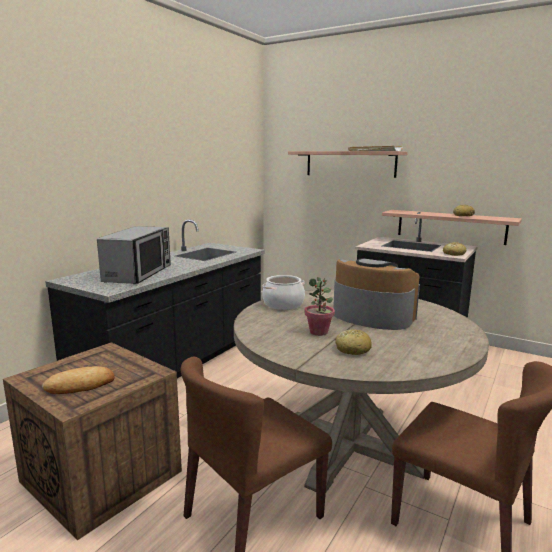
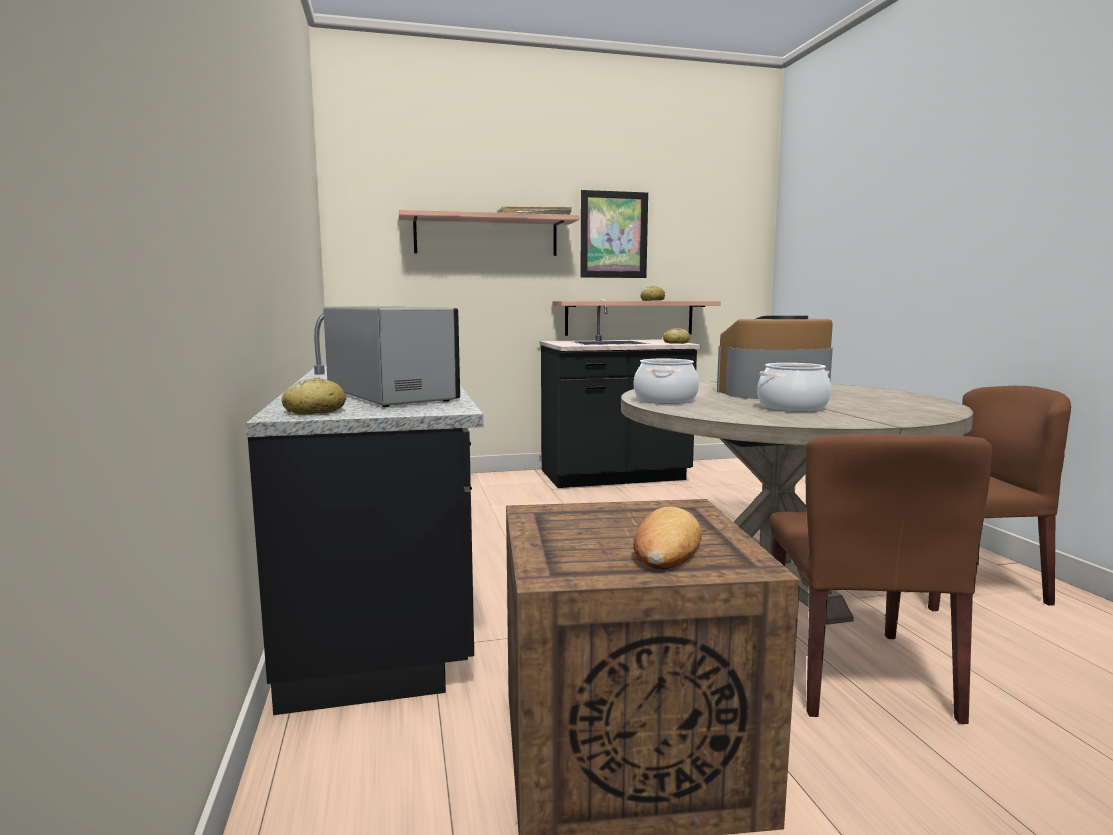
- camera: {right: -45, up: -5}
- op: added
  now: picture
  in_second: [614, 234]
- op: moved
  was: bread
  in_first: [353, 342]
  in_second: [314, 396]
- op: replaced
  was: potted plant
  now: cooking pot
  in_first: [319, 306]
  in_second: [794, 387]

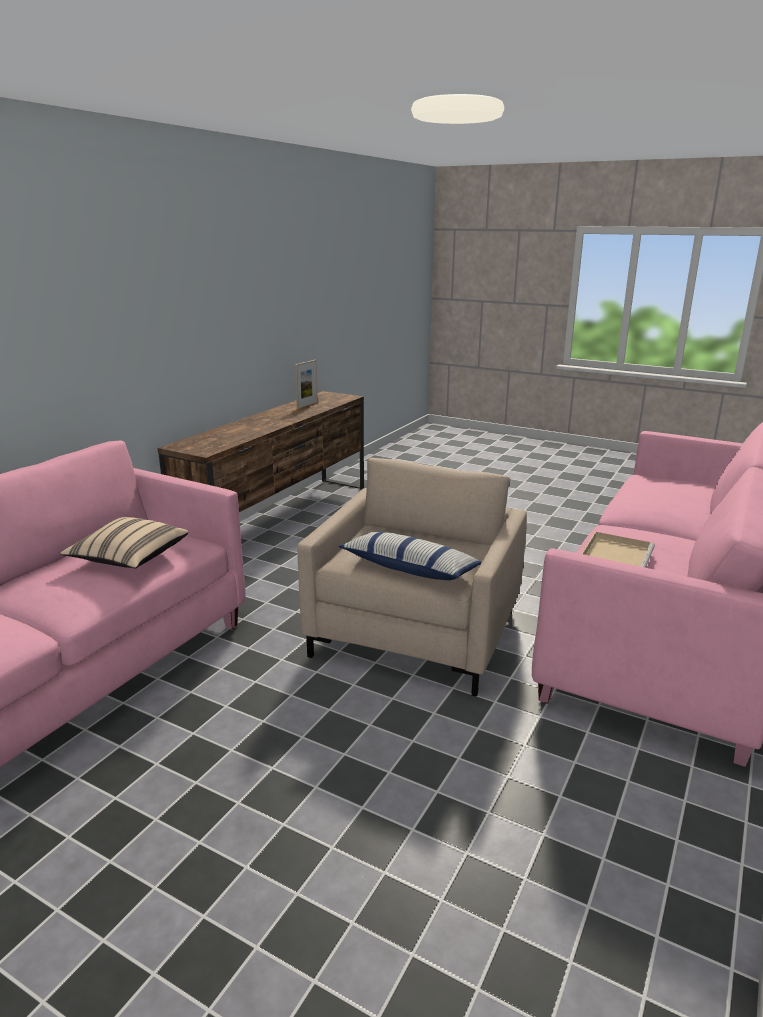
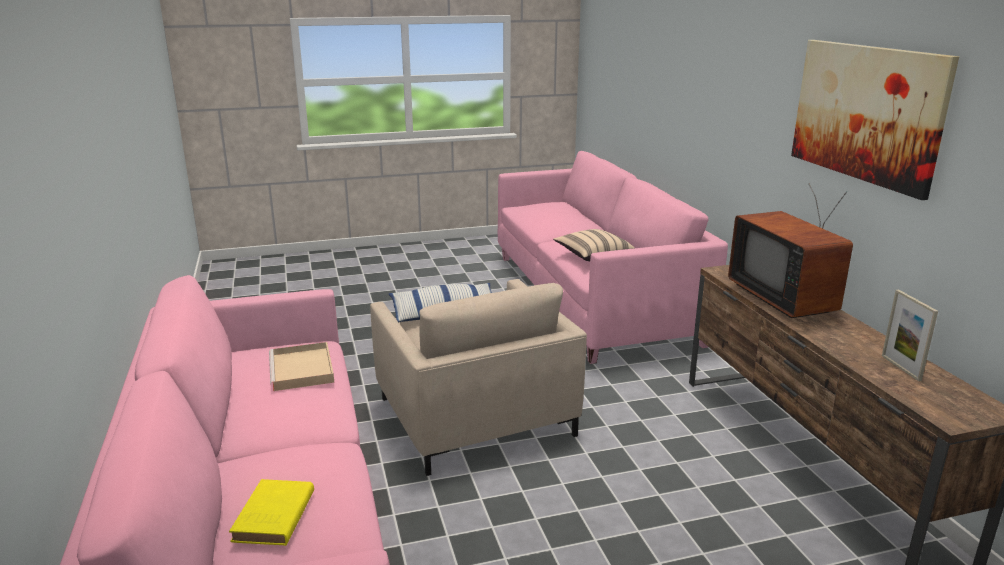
- camera: {right: 135, up: 0}
- op: added
  now: yellow book
  in_second: [271, 512]
- op: added
  now: television
  in_second: [790, 251]
- op: added
  now: picture
  in_second: [875, 120]

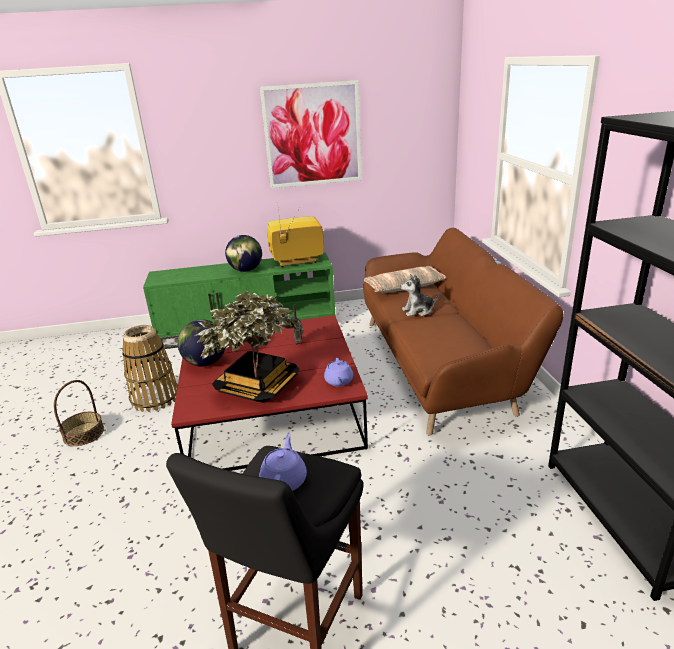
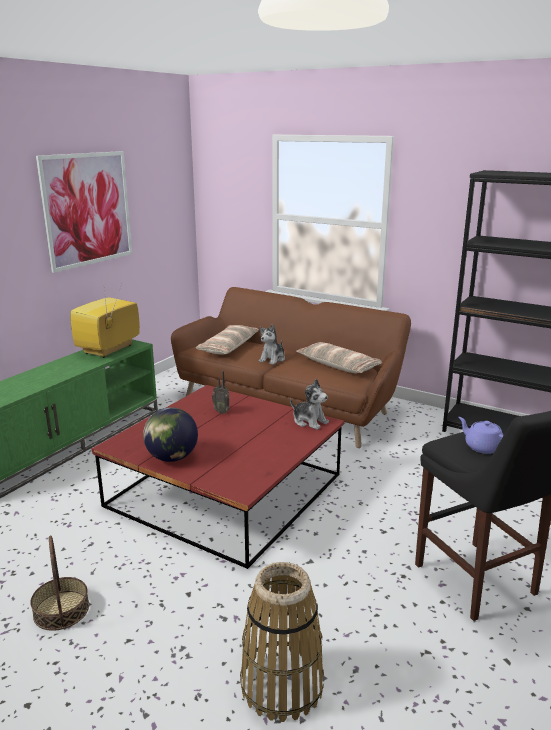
- camera: {right: -50, up: -5}
- op: removed
  was: potted plant
  in_first: [247, 347]
- op: removed
  was: globe
  in_first: [243, 253]
- op: added
  now: pillow
  in_second: [339, 357]
- op: moved
  was: basket
  in_first: [150, 368]
  in_second: [282, 642]
- op: replaced
  was: purple teapot
  now: plush toy
  in_first: [338, 372]
  in_second: [309, 404]

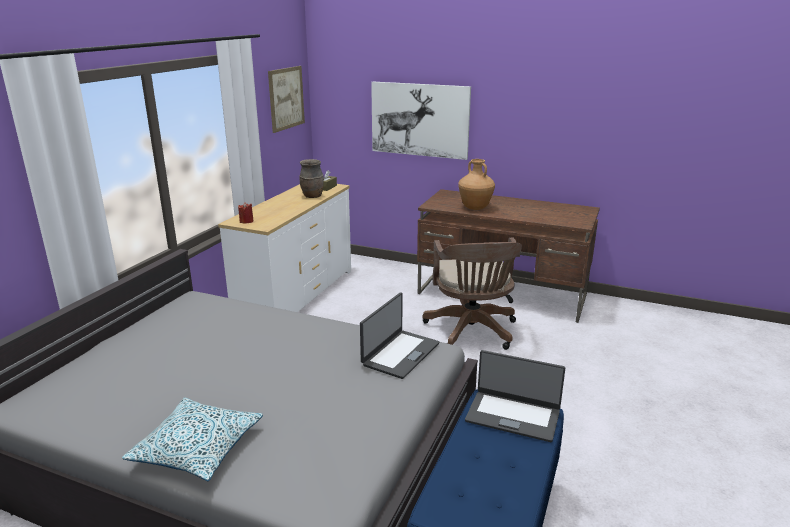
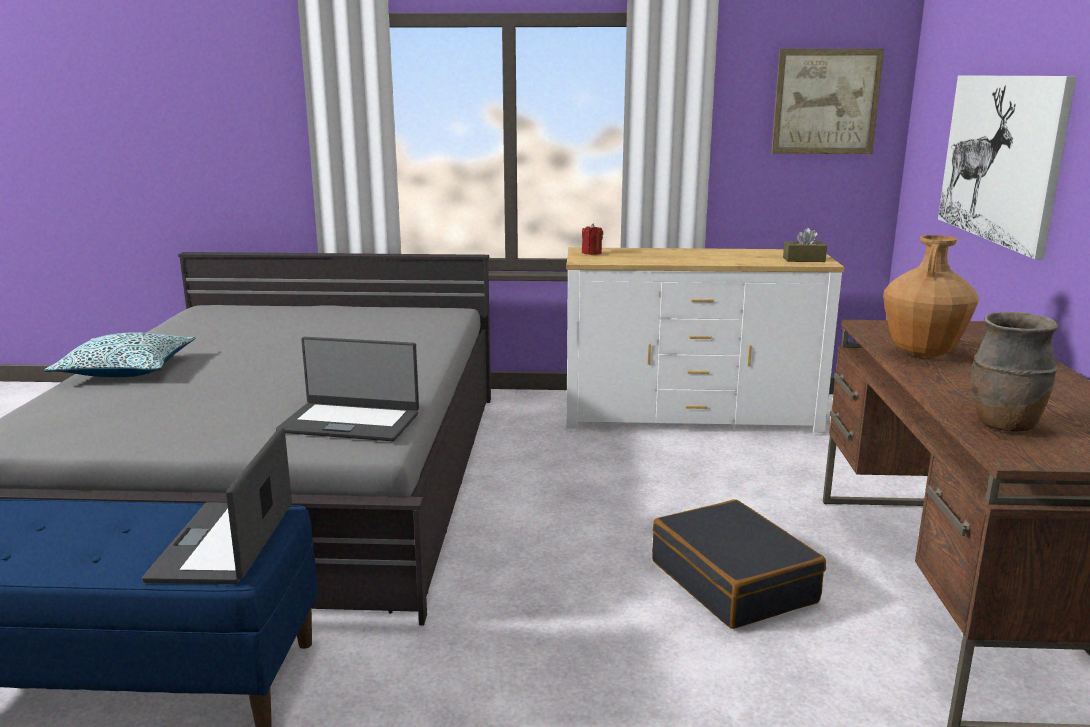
- camera: {right: 70, up: -5}
- op: moved
  was: brown vase
  in_first: [312, 178]
  in_second: [1014, 372]
- op: replaced
  was: brown office chair
  now: black suitcase
  in_first: [472, 294]
  in_second: [739, 564]

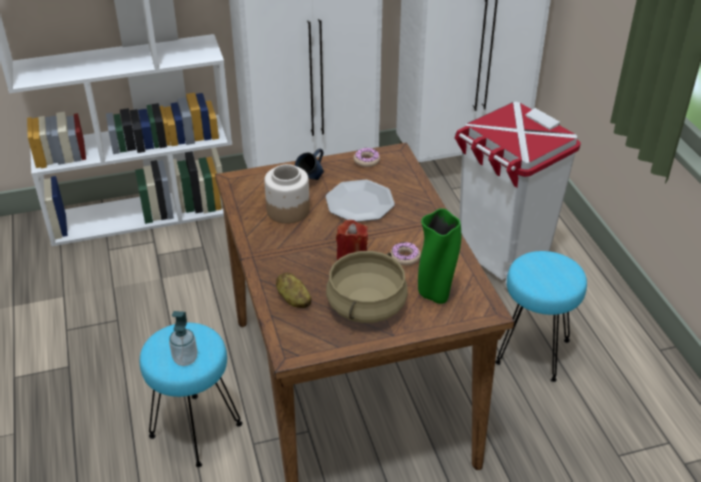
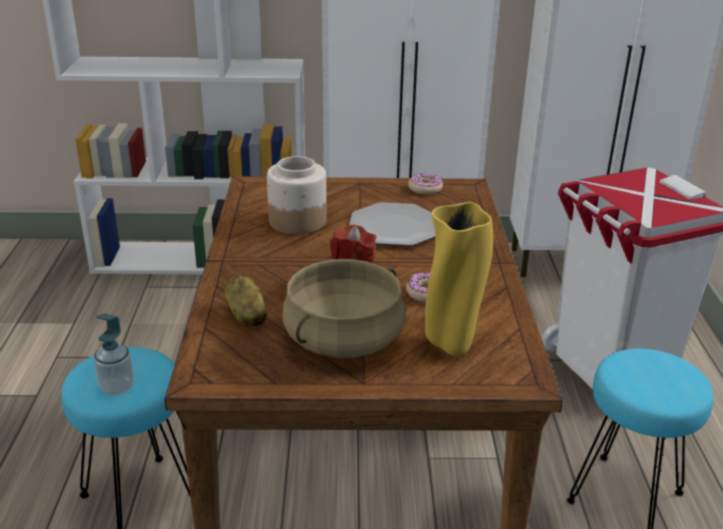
- camera: {right: 15, up: -10}
- op: removed
  was: blue mug
  in_first: [309, 164]
- op: recoloured
  was: green vase
  now: yellow vase
  in_first: [439, 256]
  in_second: [459, 279]

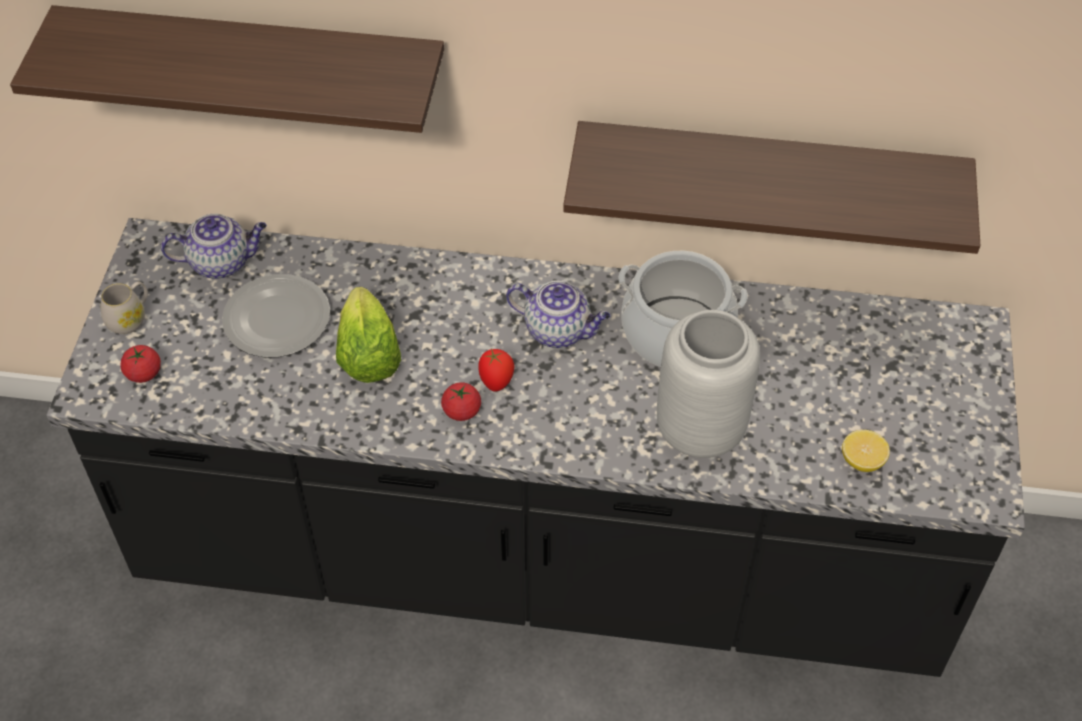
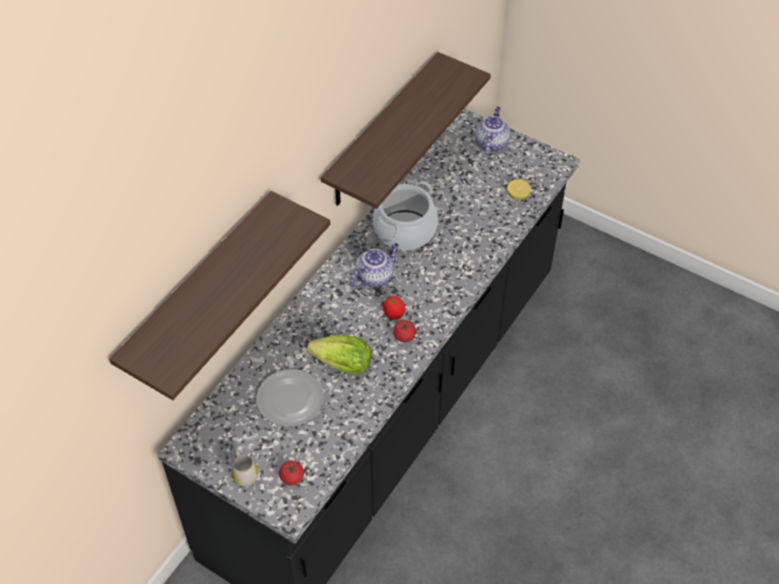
- camera: {right: -65, up: 0}
- op: removed
  was: grey vase
  in_first: [708, 384]
- op: moved
  was: teapot
  in_first: [214, 246]
  in_second: [492, 130]

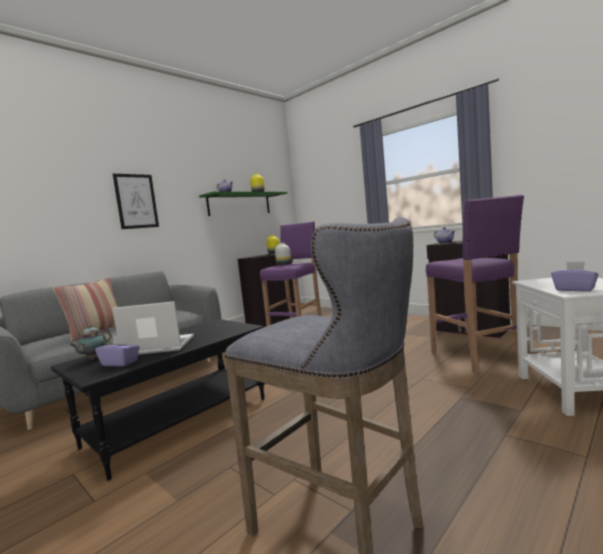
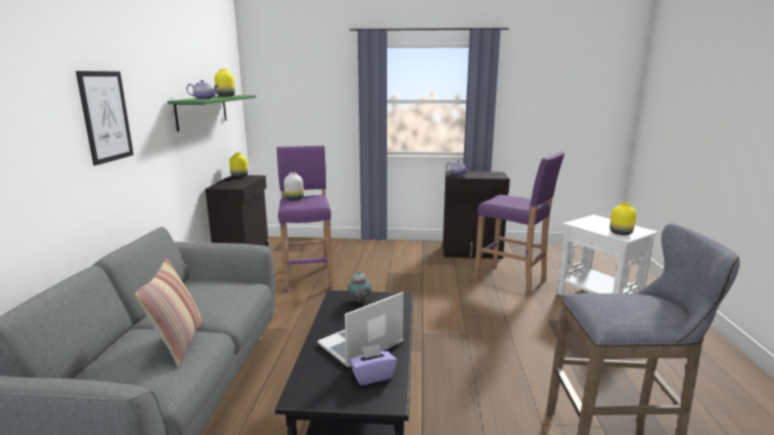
- camera: {right: -40, up: 10}
- op: moved
  was: teapot
  in_first: [90, 342]
  in_second: [359, 287]
- op: replaced
  was: purple tissue box
  now: yellow vase
  in_first: [575, 276]
  in_second: [623, 219]

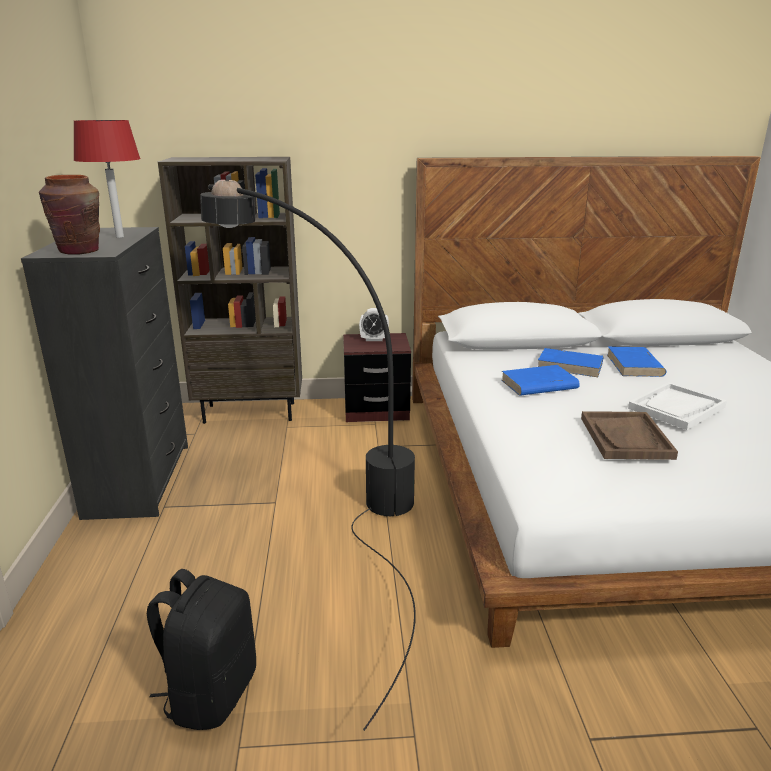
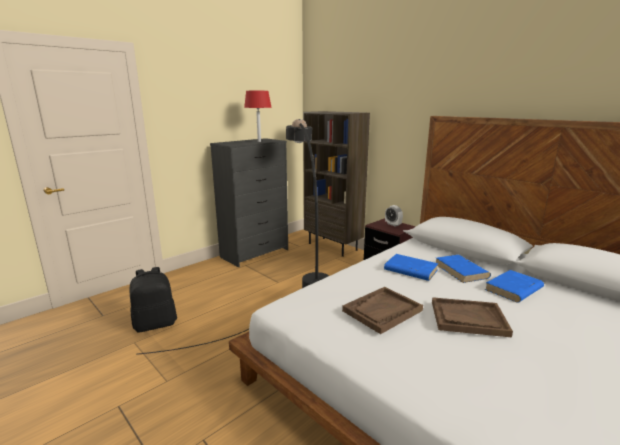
- camera: {right: 50, up: -5}
- op: removed
  was: brown vase
  in_first: [69, 215]
- op: recoloured
  was: white tray
  now: brown tray
  in_first: [677, 406]
  in_second: [472, 317]

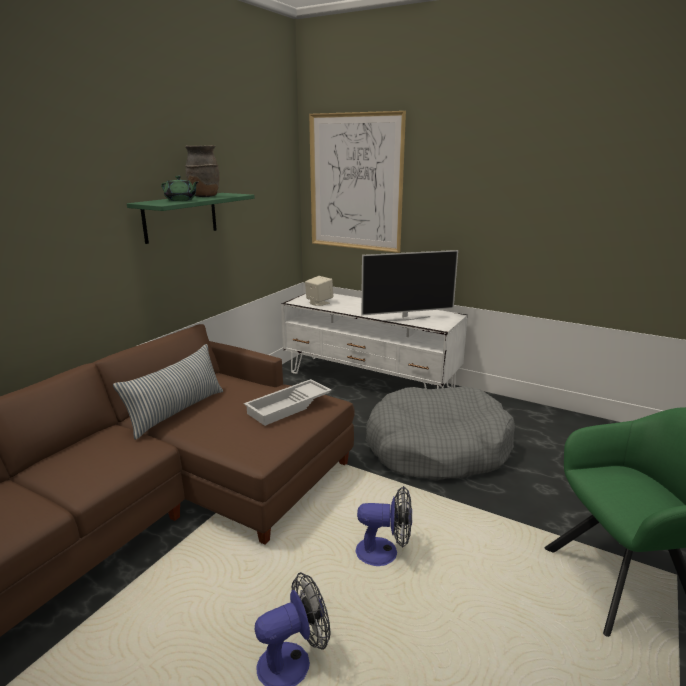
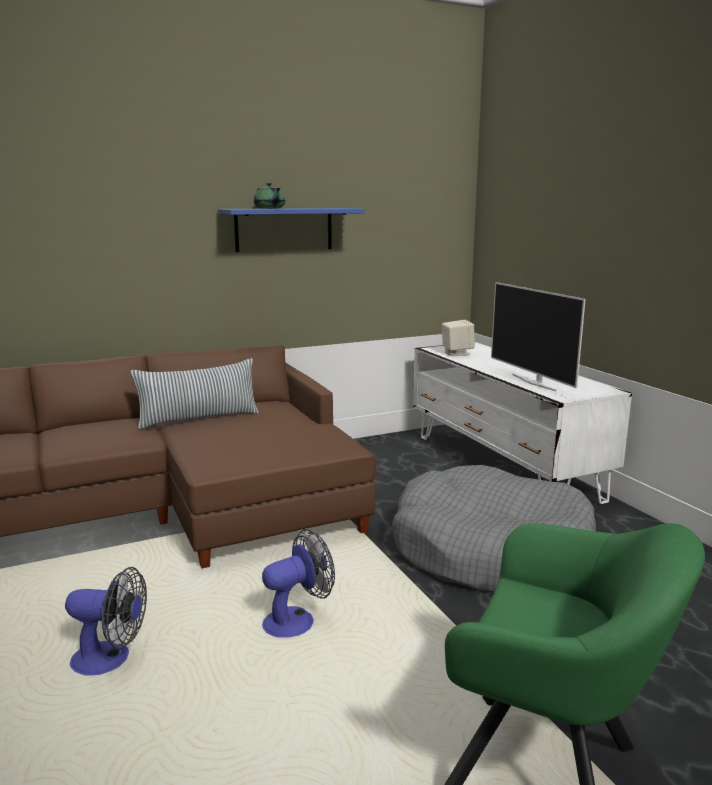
- camera: {right: 35, up: -5}
- op: removed
  was: brown vase
  in_first: [202, 171]
- op: removed
  was: white tray
  in_first: [288, 402]
- op: removed
  was: picture
  in_first: [357, 182]
- op: recoloured
  was: green shelf
  now: blue shelf
  in_first: [191, 218]
  in_second: [291, 230]
- op: turned
  was: fan
  in_first: [384, 526]
  in_second: [298, 583]
  clockwise: -75
- op: turned
  was: television
  in_first: [409, 285]
  in_second: [538, 336]
  clockwise: 45

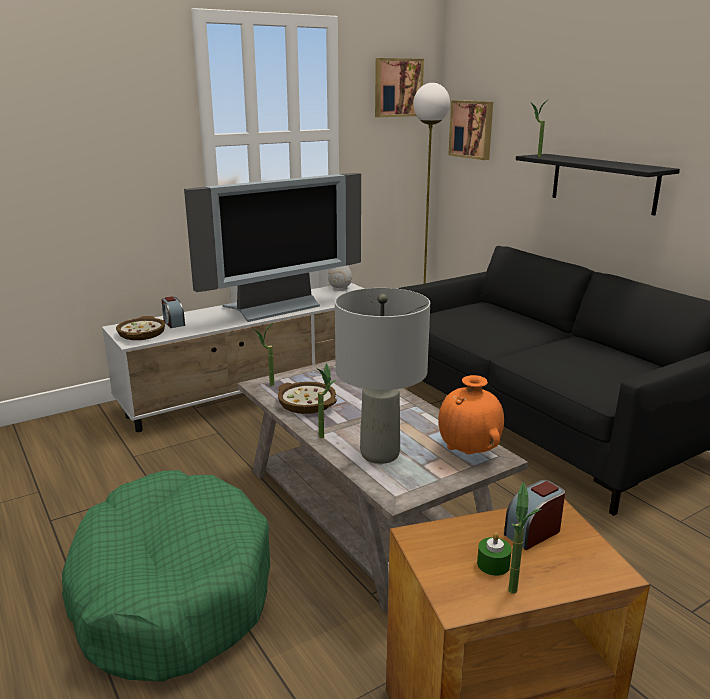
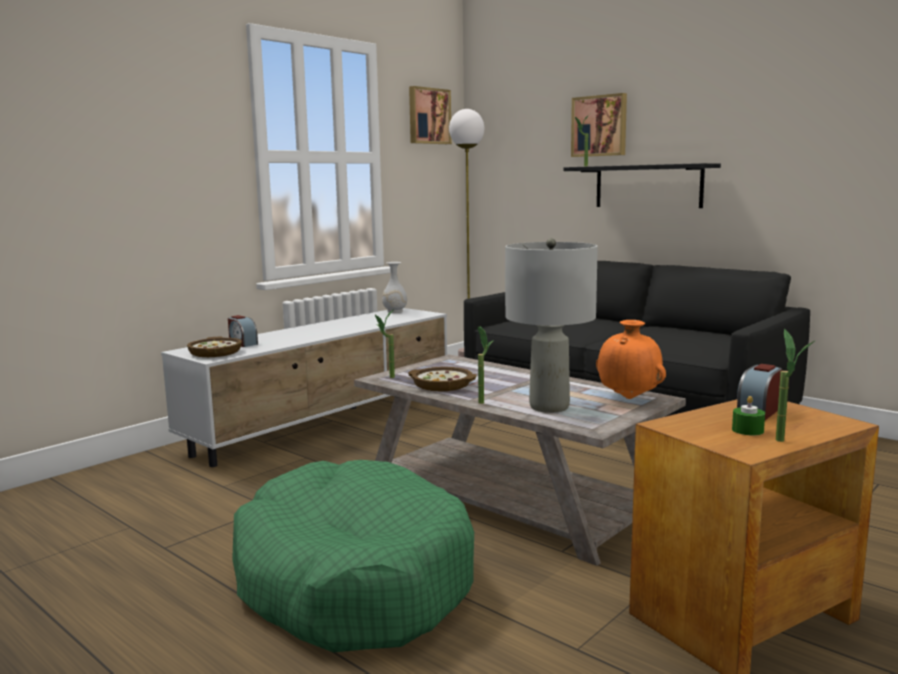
- camera: {right: -15, up: -10}
- op: removed
  was: television
  in_first: [272, 247]
- op: moved
  was: picture
  in_first: [470, 130]
  in_second: [599, 125]

